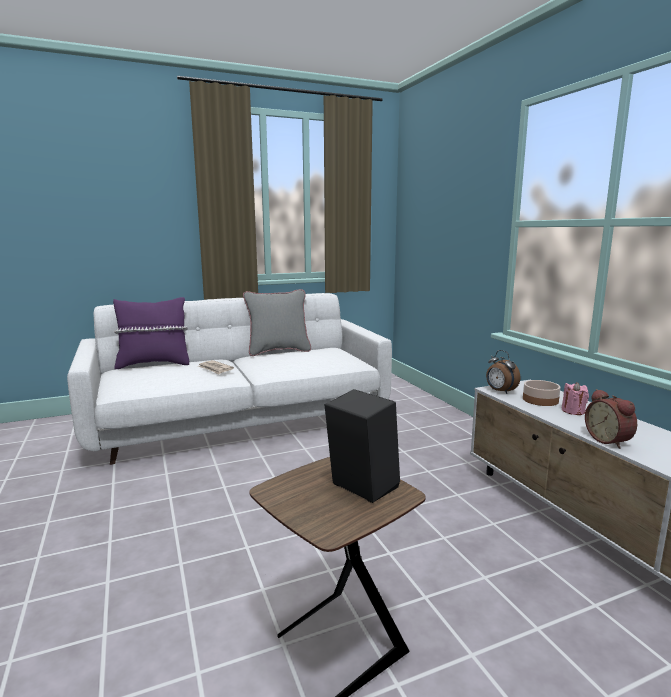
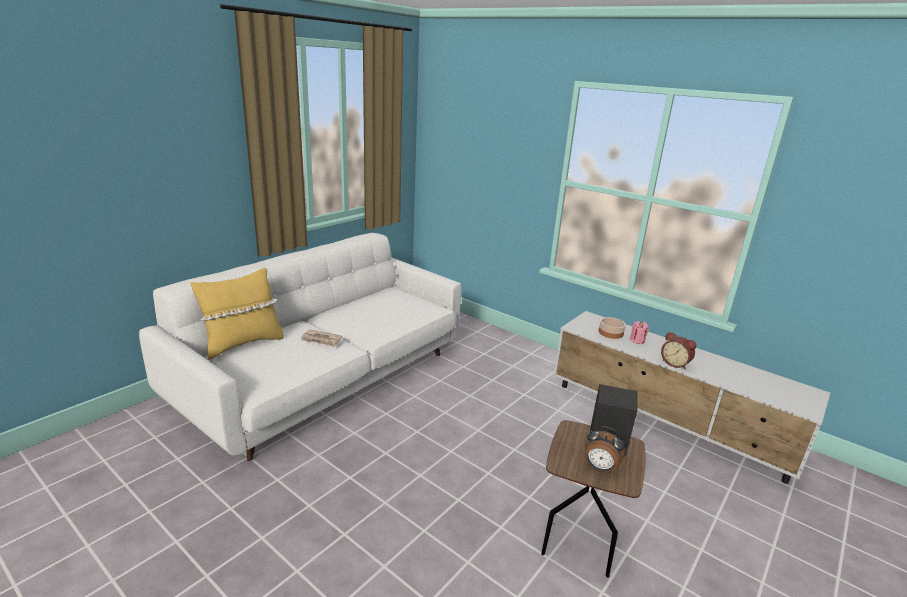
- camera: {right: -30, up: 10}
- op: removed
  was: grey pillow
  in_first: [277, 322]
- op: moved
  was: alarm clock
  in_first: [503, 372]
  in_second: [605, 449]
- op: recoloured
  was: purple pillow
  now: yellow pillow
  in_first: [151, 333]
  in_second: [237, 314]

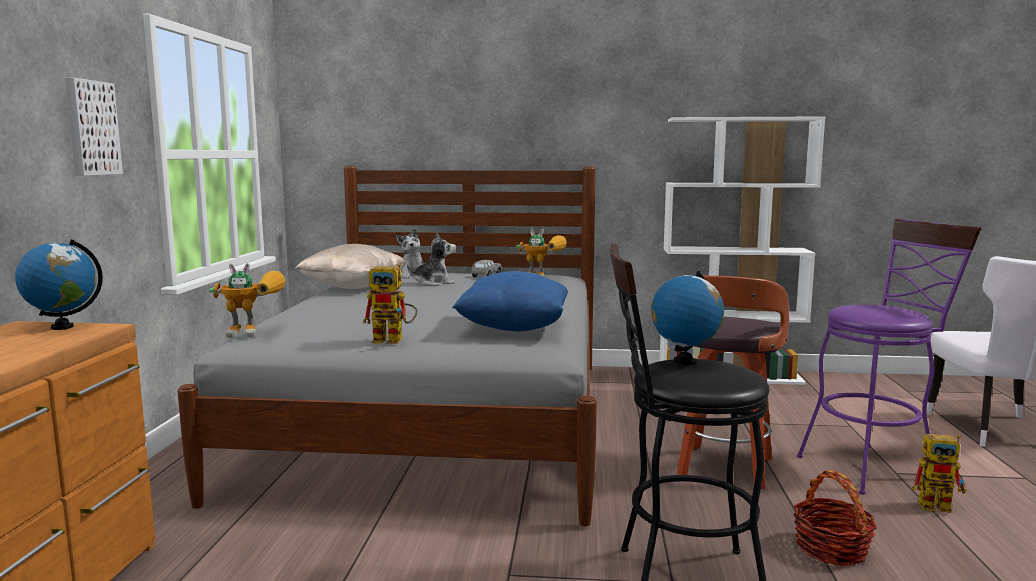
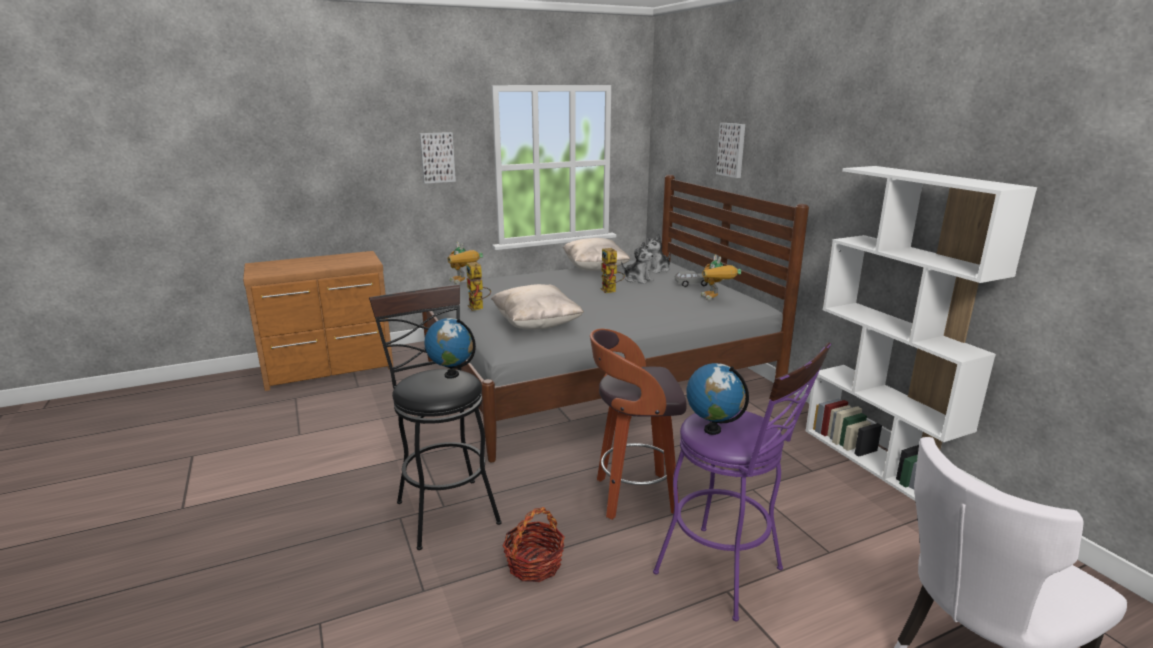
- camera: {right: 60, up: 10}
- op: added
  now: picture
  in_second: [730, 150]
- op: moved
  was: globe
  in_first: [59, 284]
  in_second: [717, 399]
- op: moved
  was: toy robot
  in_first: [939, 473]
  in_second: [613, 270]
- op: recoloured
  was: blue pillow
  now: beige pillow
  in_first: [510, 301]
  in_second: [537, 307]

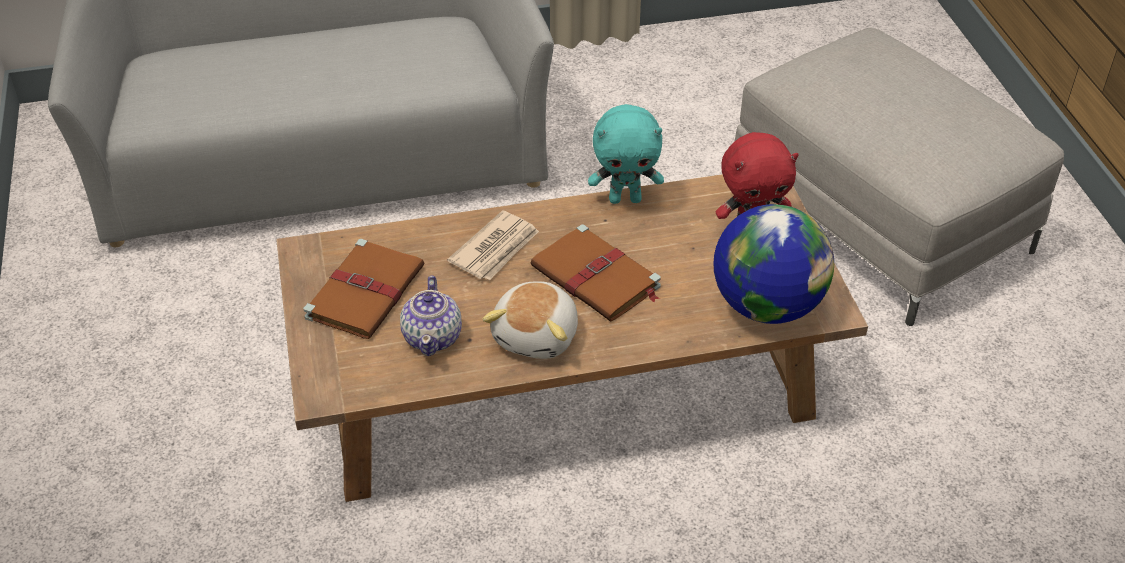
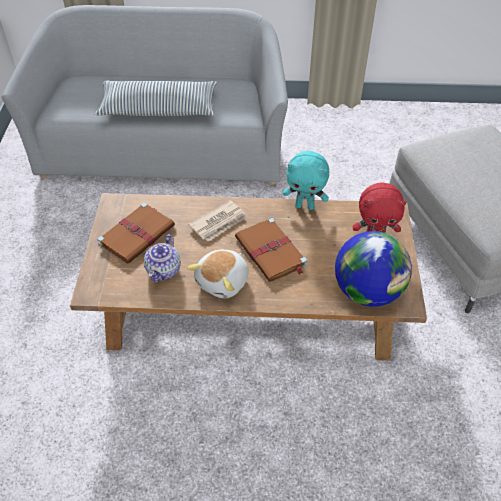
- camera: {right: 15, up: 5}
- op: added
  now: pillow
  in_second: [156, 98]

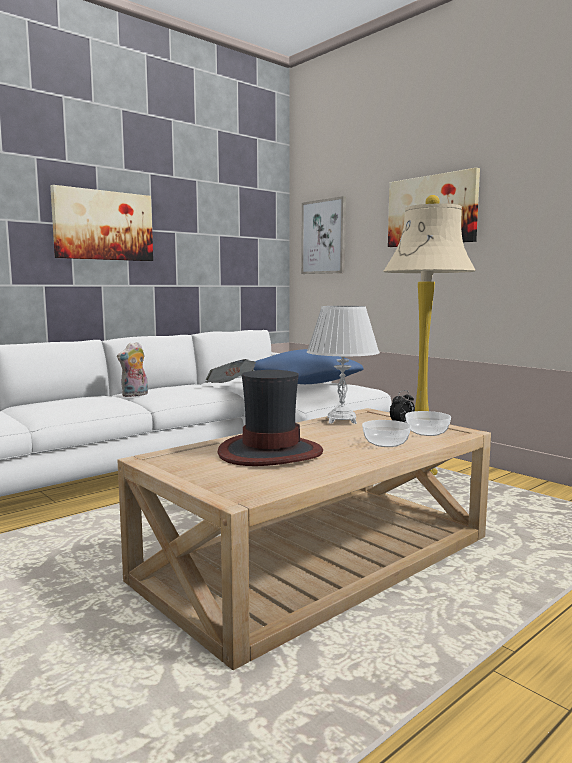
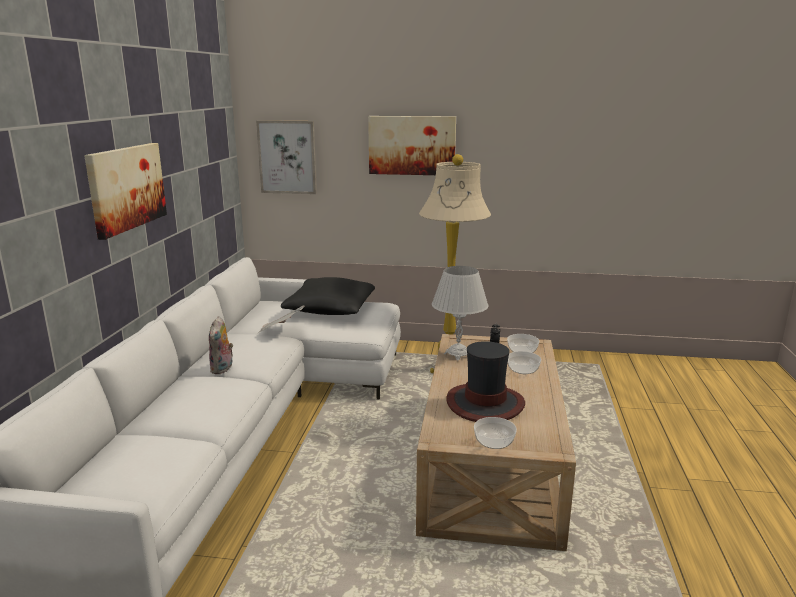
- camera: {right: -40, up: 10}
- op: added
  now: bowl
  in_second: [495, 433]
- op: recoloured
  was: blue pillow
  now: black pillow
  in_first: [309, 366]
  in_second: [328, 296]

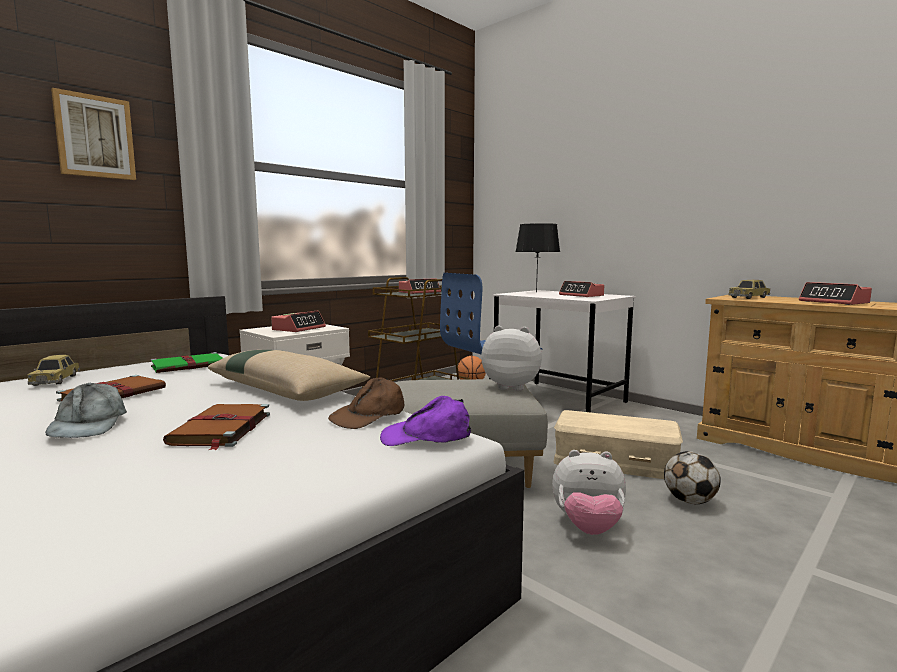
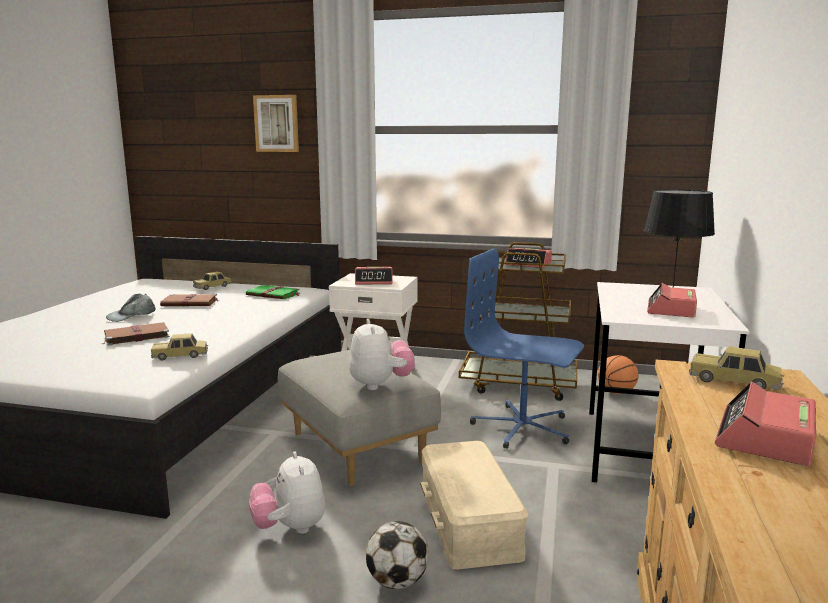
- camera: {right: 60, up: 5}
- op: removed
  was: beige pillow
  in_first: [289, 375]
- op: removed
  was: purple cap
  in_first: [425, 421]
- op: replaced
  was: brown cap
  now: toy car
  in_first: [366, 403]
  in_second: [179, 347]

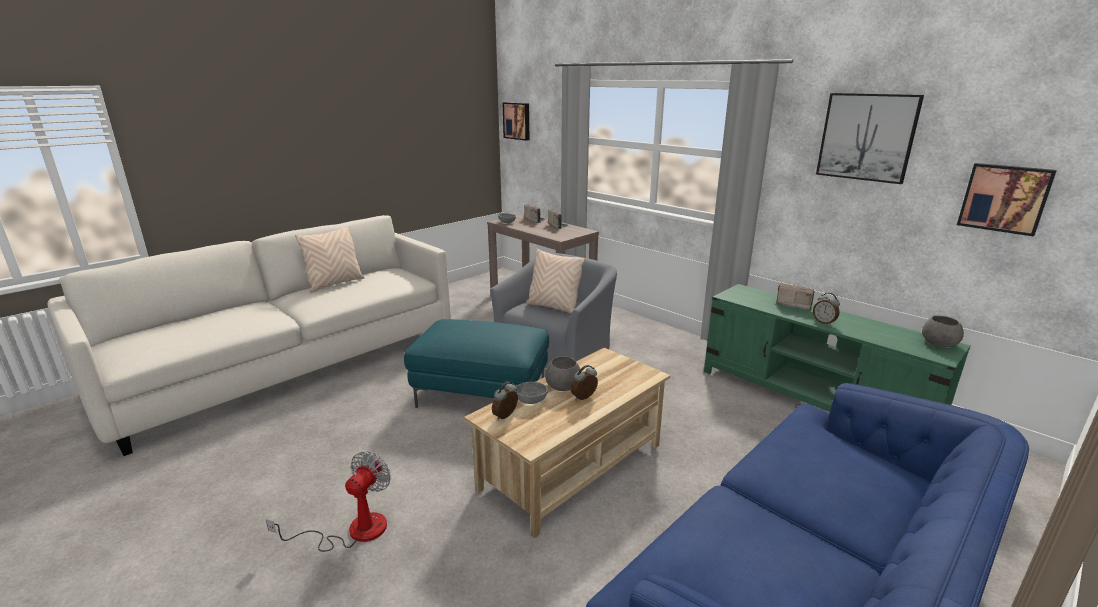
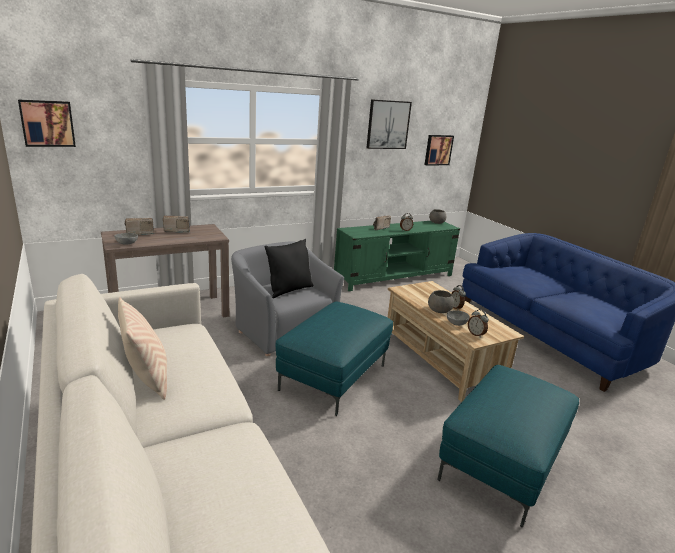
- camera: {right: -75, up: 0}
- op: replaced
  was: fan
  now: turquoise ottoman
  in_first: [328, 502]
  in_second: [508, 446]
- op: recoloured
  was: beige pillow
  now: black pillow
  in_first: [556, 280]
  in_second: [289, 268]

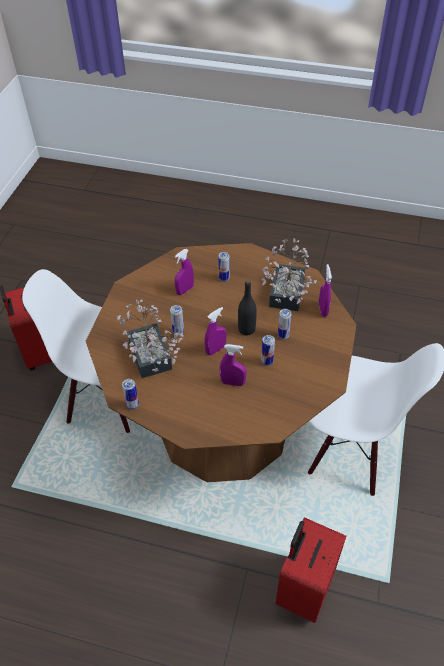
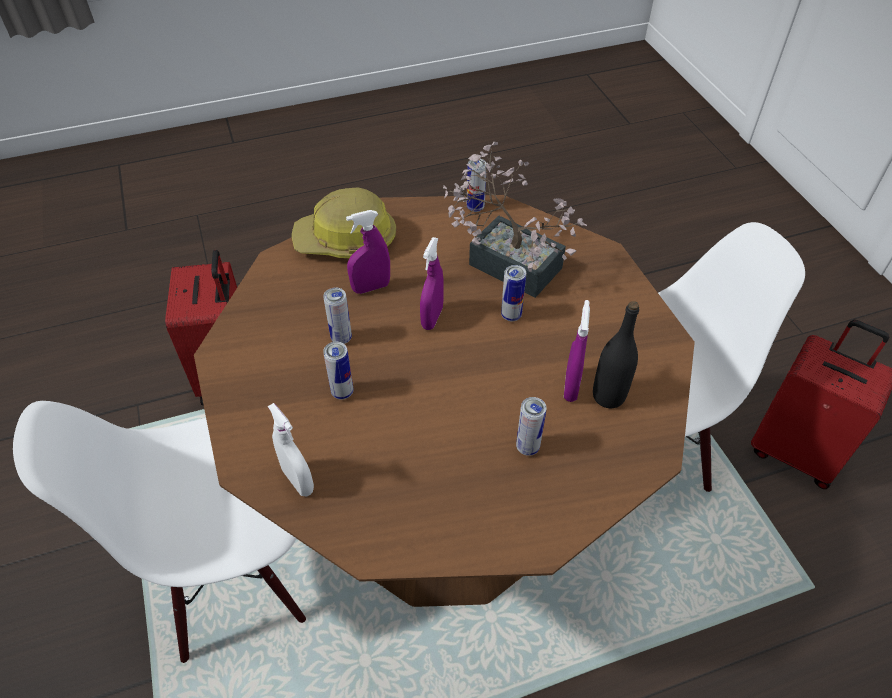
- camera: {right: 145, up: 0}
- op: removed
  was: potted plant
  in_first: [289, 275]
- op: added
  now: hard hat
  in_second: [344, 222]
- op: moved
  was: black bottle
  in_first: [247, 308]
  in_second: [616, 354]
- op: recoloured
  was: purple spray bottle
  now: white spray bottle
  in_first: [325, 290]
  in_second: [291, 449]

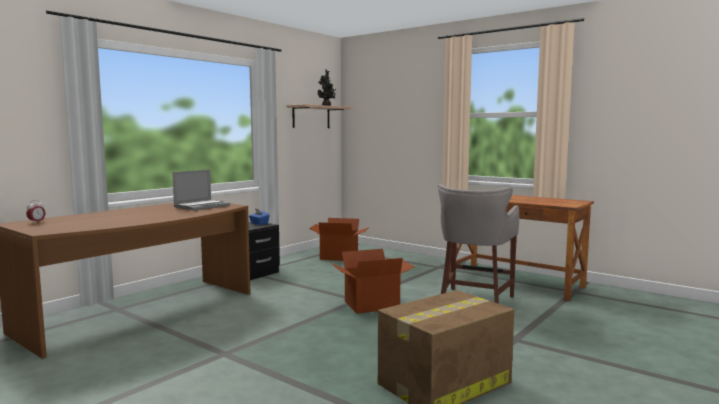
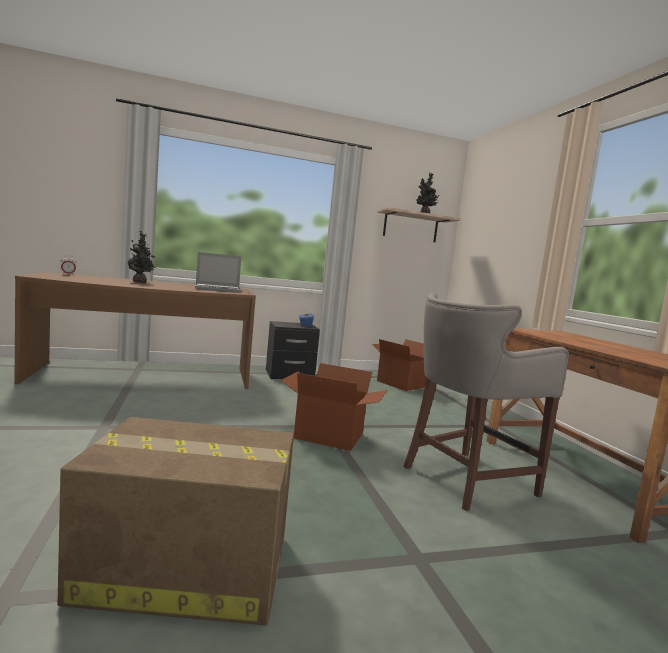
- camera: {right: 35, up: 0}
- op: added
  now: potted plant
  in_second: [142, 257]

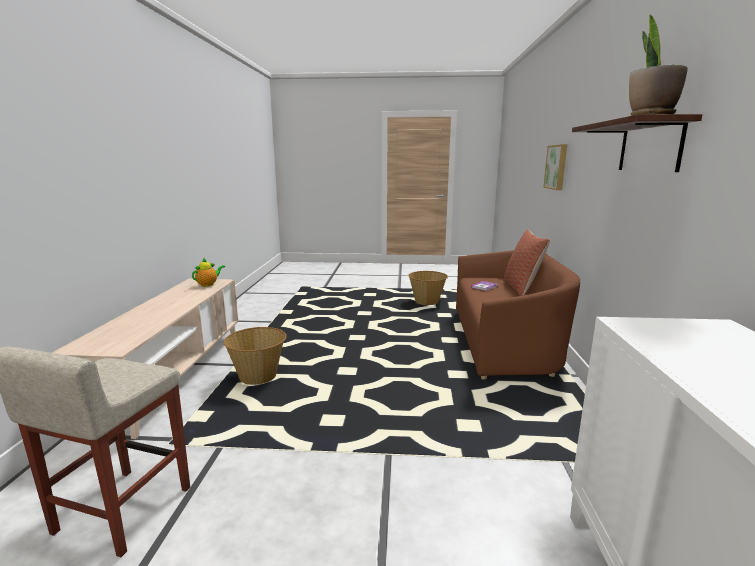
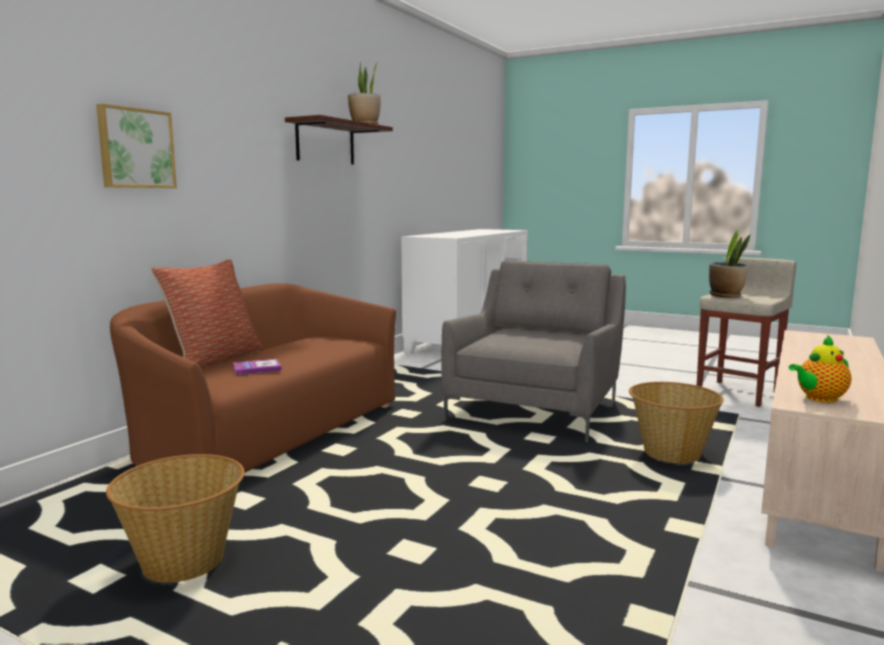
- camera: {right: -155, up: -5}
- op: added
  now: grey armchair
  in_second: [534, 351]
- op: added
  now: potted plant
  in_second: [729, 263]

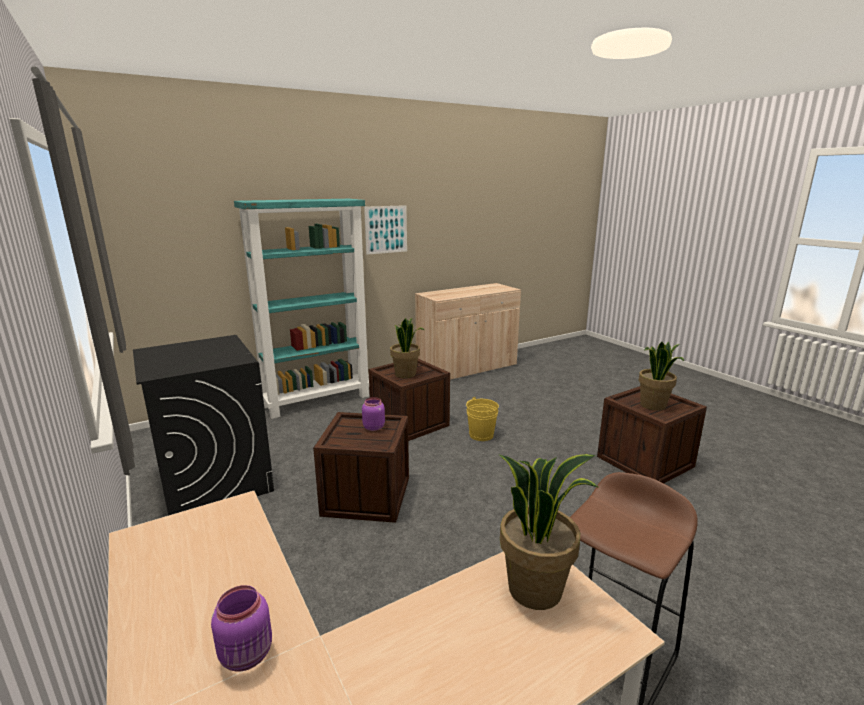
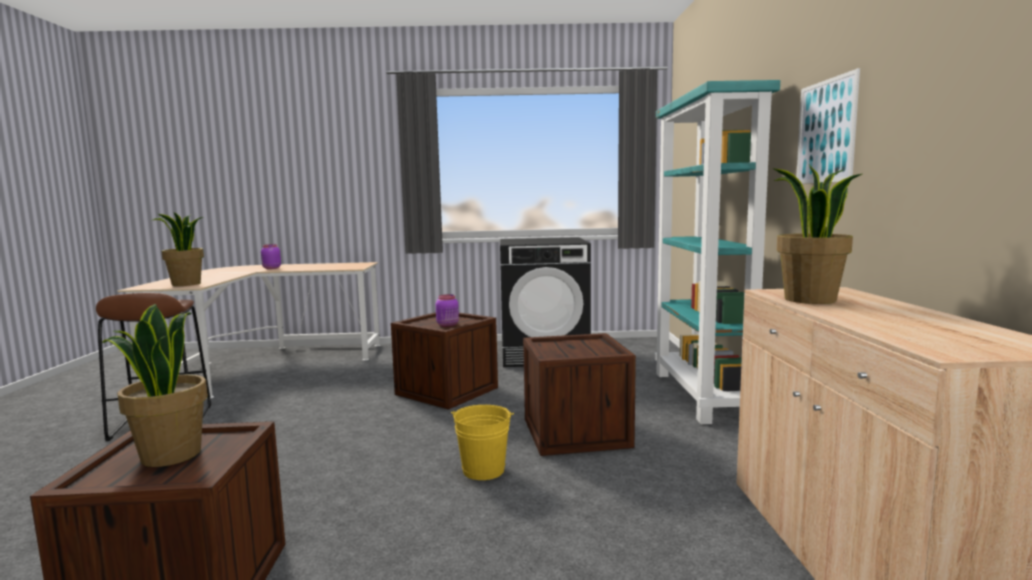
- camera: {right: 120, up: -10}
- op: moved
  was: potted plant
  in_first: [407, 348]
  in_second: [817, 234]

